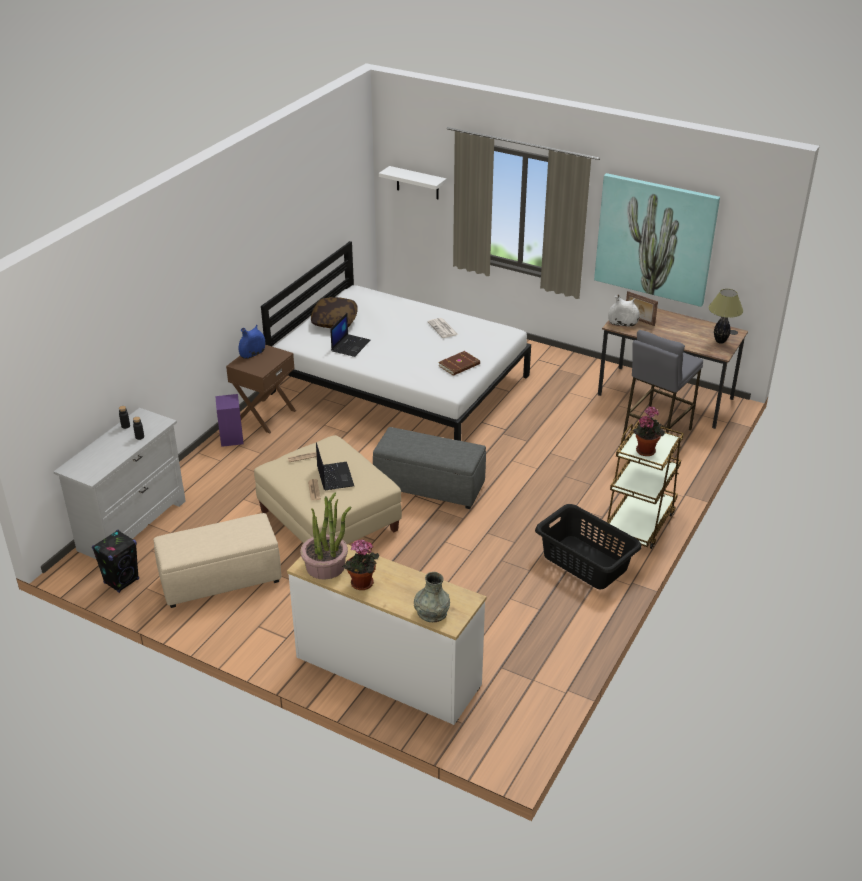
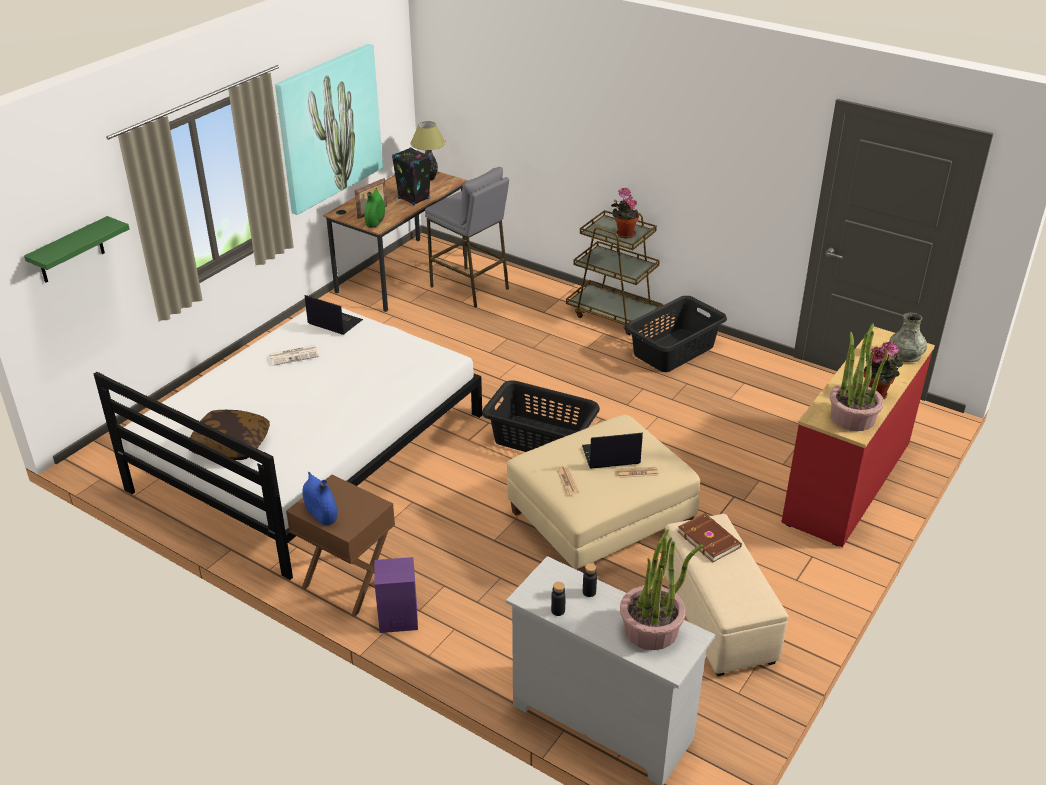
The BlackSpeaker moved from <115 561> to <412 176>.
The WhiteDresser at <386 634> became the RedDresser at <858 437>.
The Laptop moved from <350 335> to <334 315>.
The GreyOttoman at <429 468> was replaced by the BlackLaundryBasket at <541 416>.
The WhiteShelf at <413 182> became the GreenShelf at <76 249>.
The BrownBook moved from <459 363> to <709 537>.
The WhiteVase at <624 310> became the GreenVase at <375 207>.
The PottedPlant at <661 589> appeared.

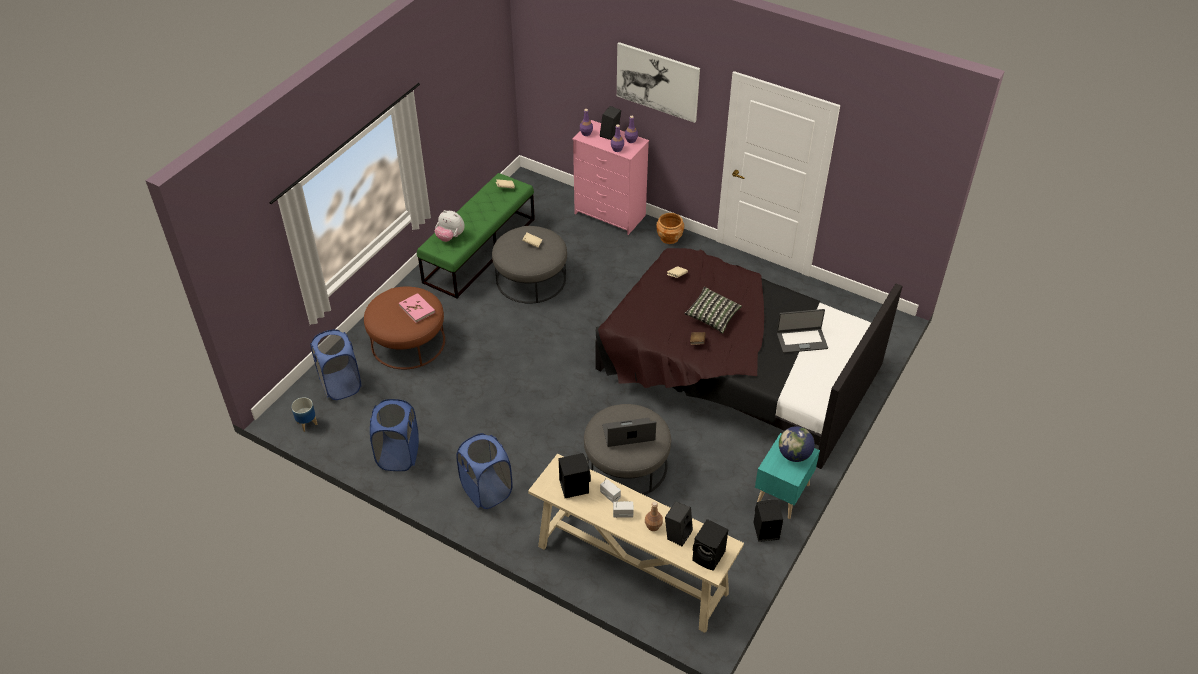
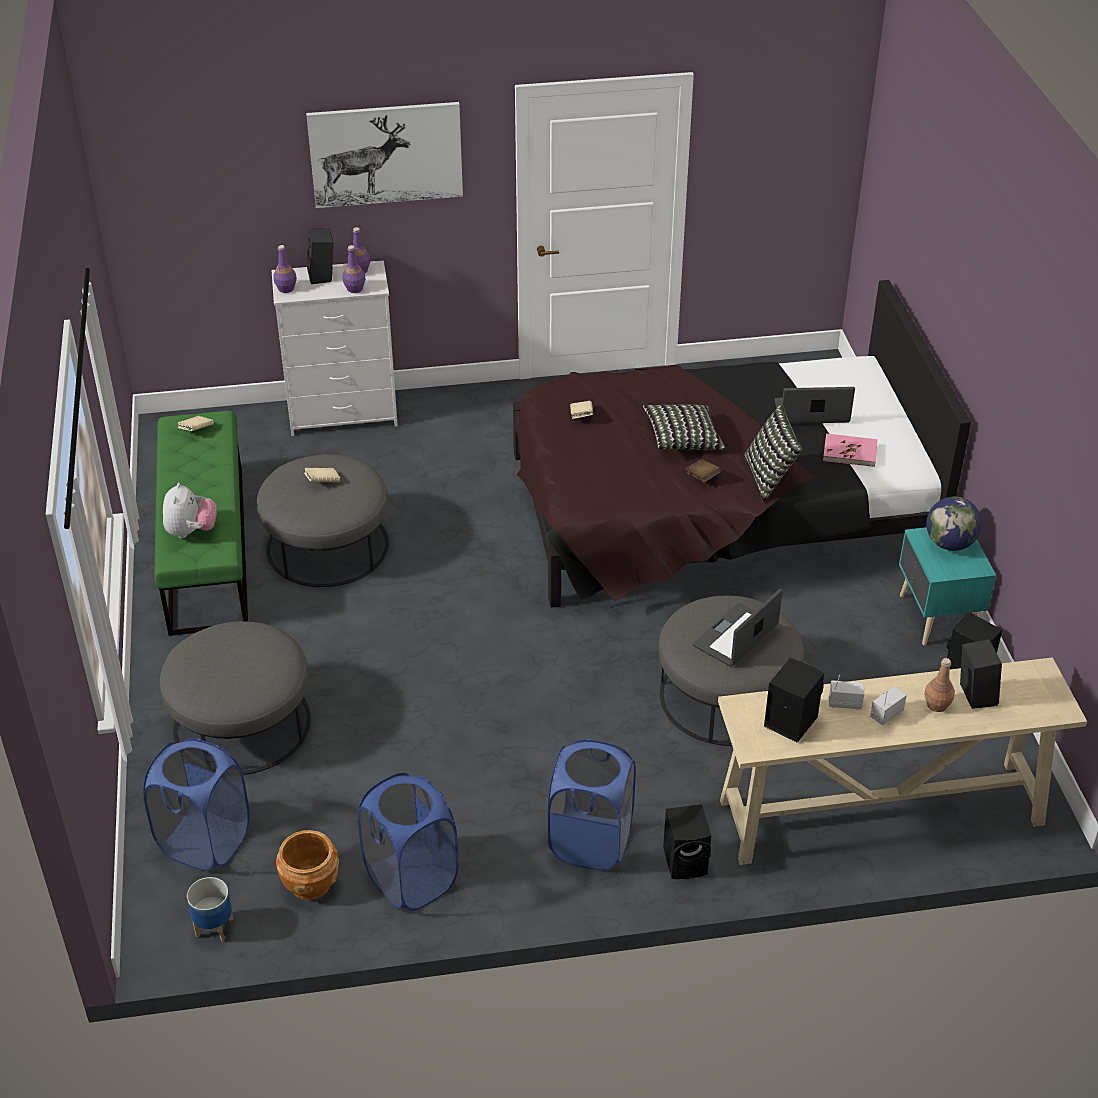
The BrownOttoman at <404 328> became the GreyOttoman at <235 698>.
The PinkBook moved from <417 308> to <850 450>.
The PlushToy at <450 226> turned 75 degrees counterclockwise.
The PinkDresser at <610 177> became the WhiteDresser at <334 348>.
The BrownPlanter moved from <670 228> to <307 865>.
The BlackSpeaker moved from <710 545> to <687 841>.
The Laptop at <802 331> turned 135 degrees counterclockwise.
The Pillow at <773 453> appeared.

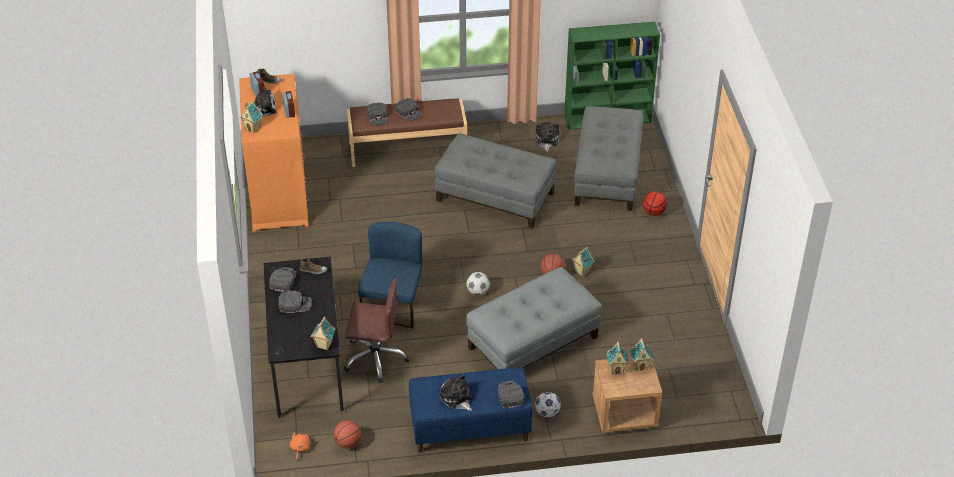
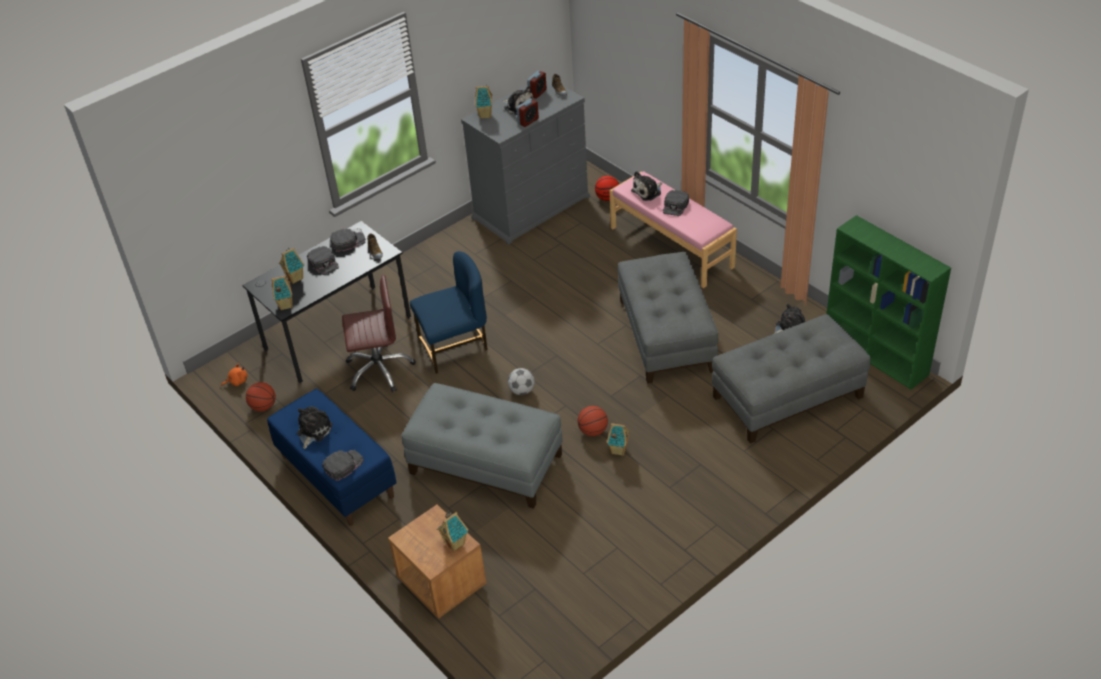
The OrangeDresser at <274 153> became the GreyDresser at <525 160>.
The BrownOfficeChair at <377 330> turned 75 degrees counterclockwise.
The BrownBench at <407 132> became the PinkBench at <673 229>.
The BlackCap at <377 113> was replaced by the PlushToy at <646 186>.
The Football at <548 404> disappeared.
The ToyHouse moved from <618 358> to <291 265>.
The Basketball moved from <655 204> to <607 188>.

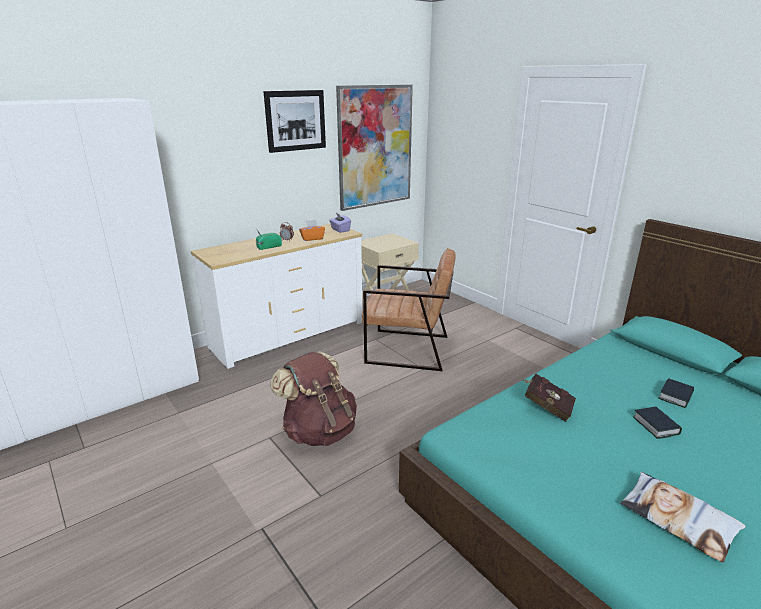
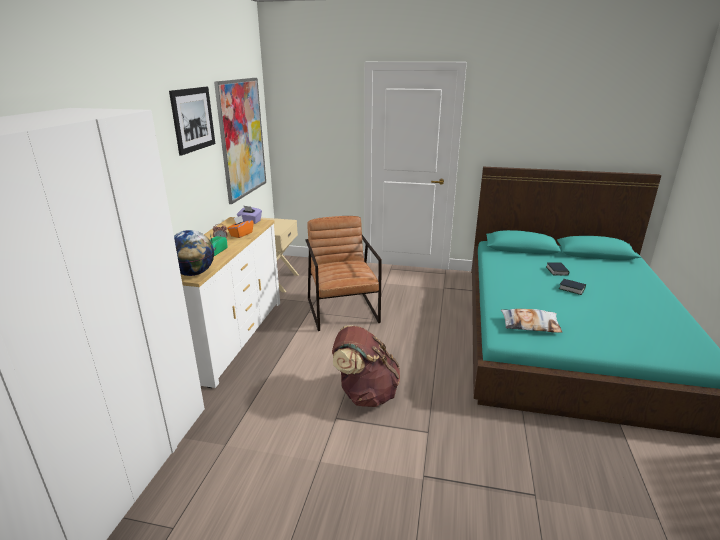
The BrownArmchair at <409 309> turned 75 degrees counterclockwise.
The RedBook at <549 398> disappeared.
The Pillow moved from <683 517> to <531 321>.
The Globe at <194 253> appeared.

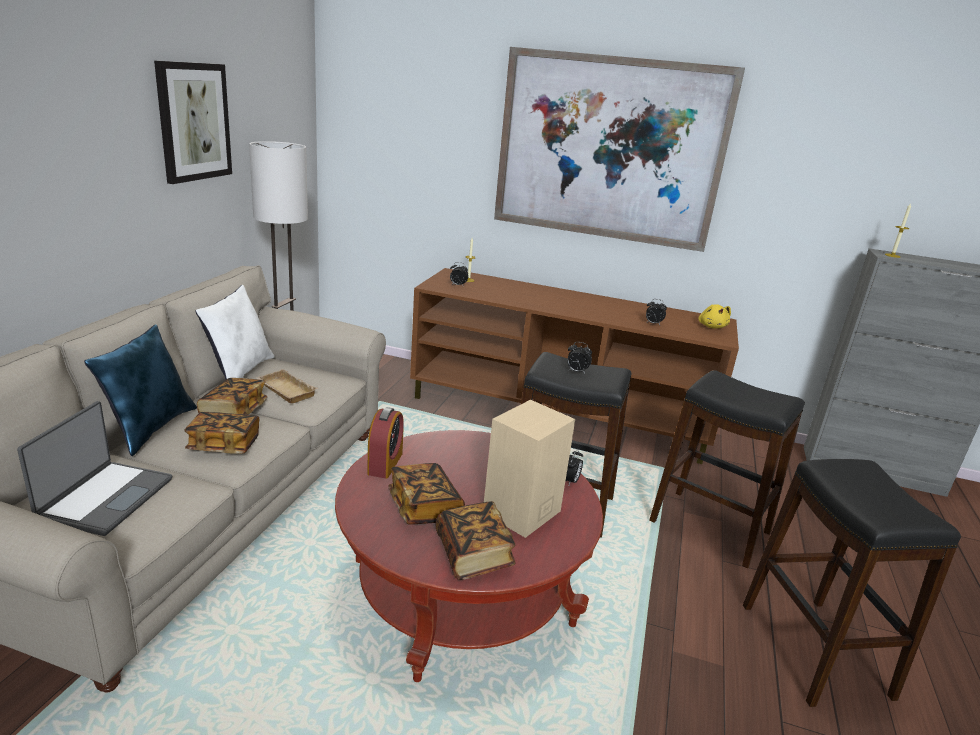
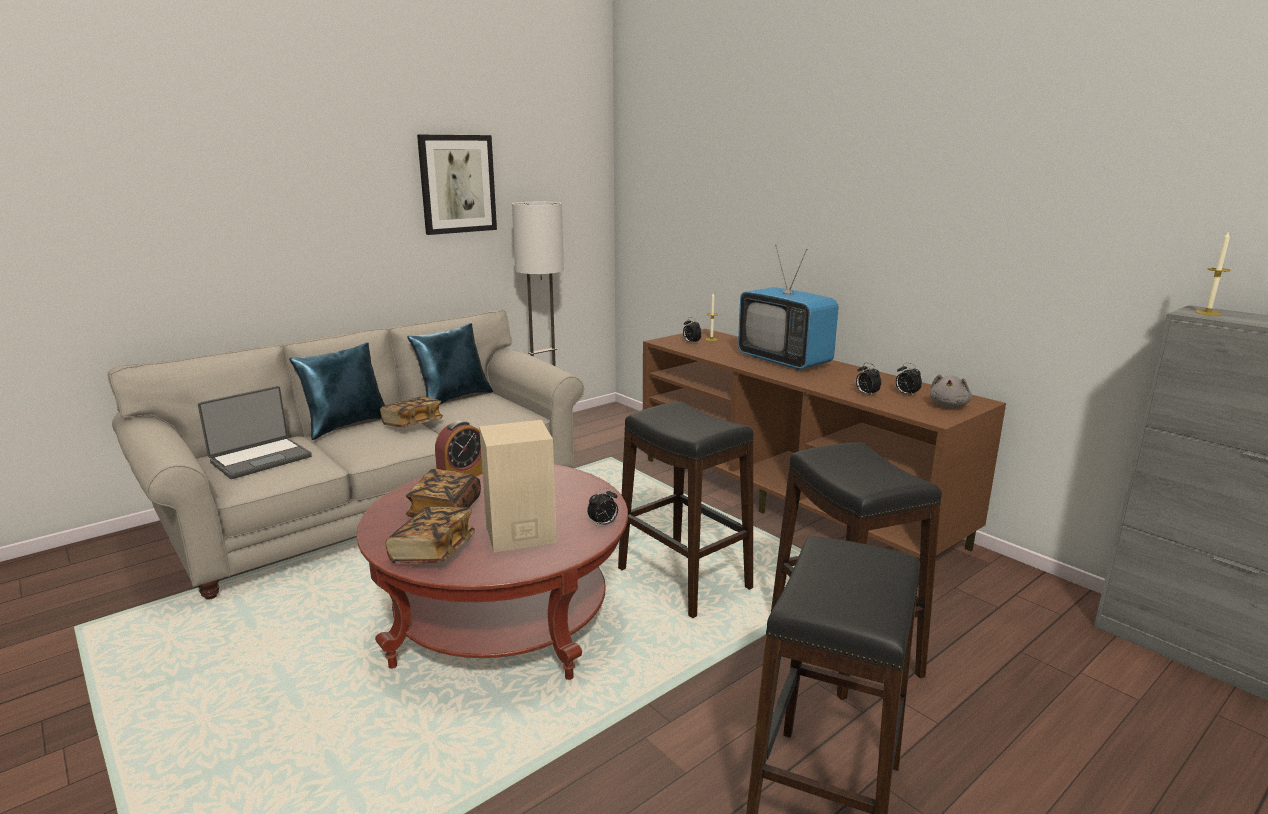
The Book at <222 433> disappeared.
The WhitePillow at <234 332> became the BluePillow at <450 364>.
The BeigeTray at <287 386> disappeared.
The Picture at <619 149> disappeared.
The AlarmClock moved from <579 358> to <908 379>.
The YellowPlushToy at <714 316> became the GreyPlushToy at <951 390>.
The Television at <788 307> appeared.

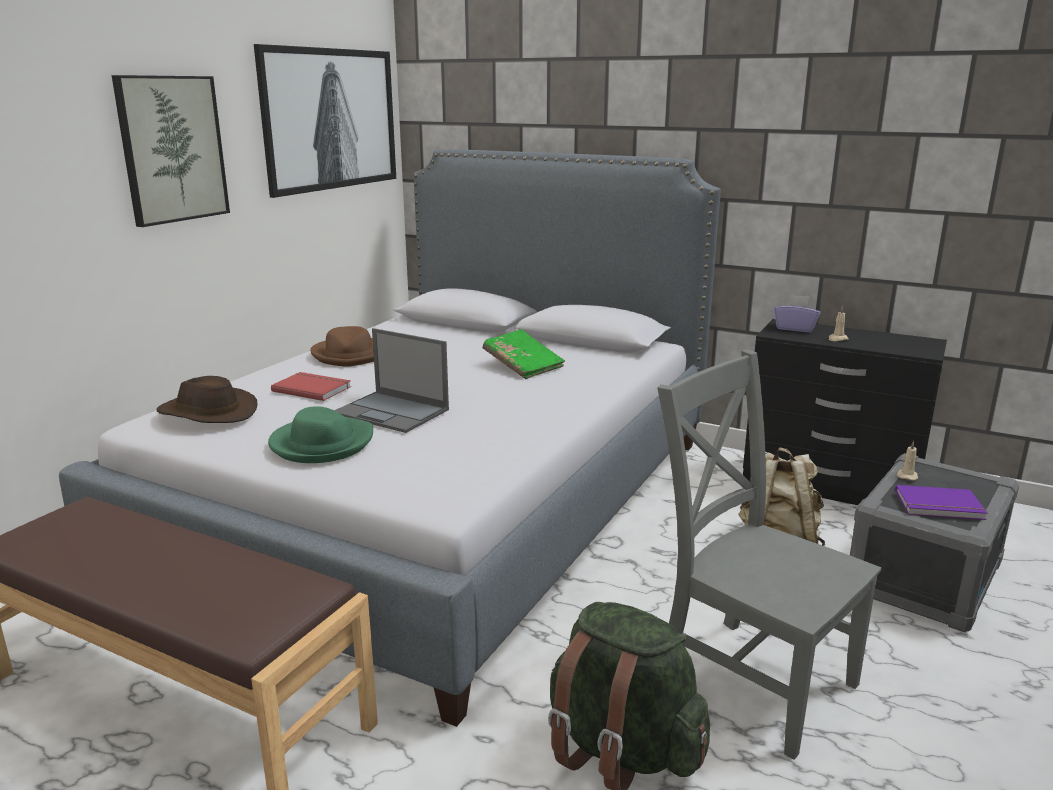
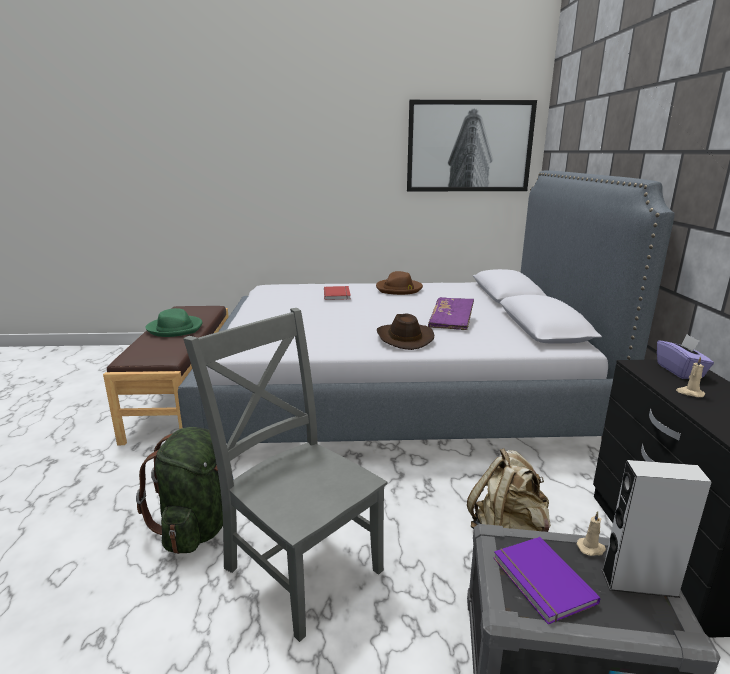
The Picture at <171 151> disappeared.
The BrownHat moved from <207 399> to <405 331>.
The GreenHat moved from <320 434> to <174 322>.
The Laptop at <391 380> disappeared.
The GreenBook at <523 354> became the PurpleBook at <451 313>.
The GreyChair at <769 554> turned 60 degrees counterclockwise.
The GreySpeaker at <657 529> appeared.

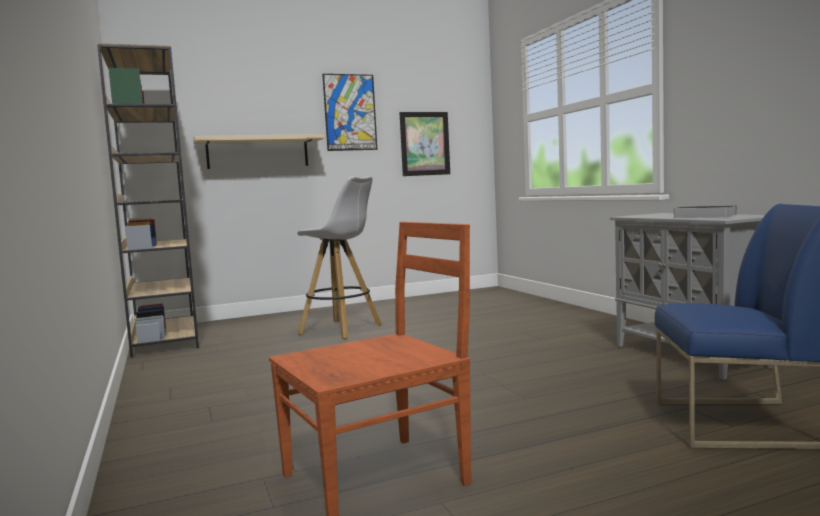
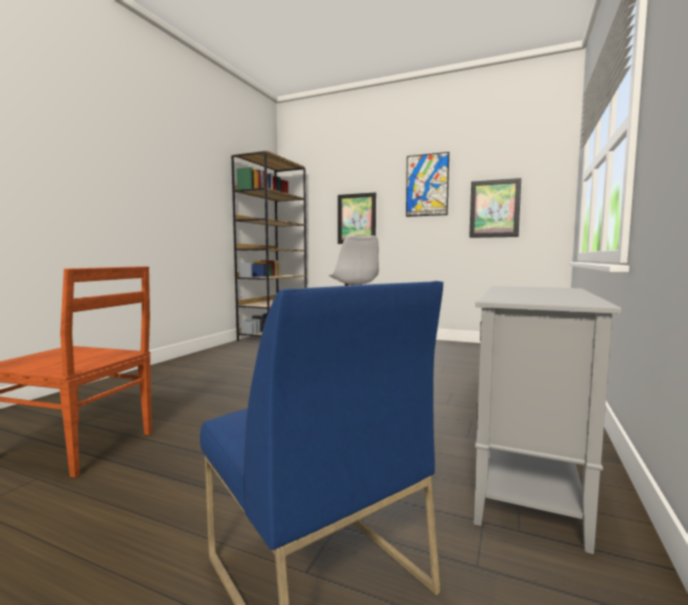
The BeigeShelf at <258 151> was replaced by the Picture at <357 218>.
The Book at <704 212> disappeared.

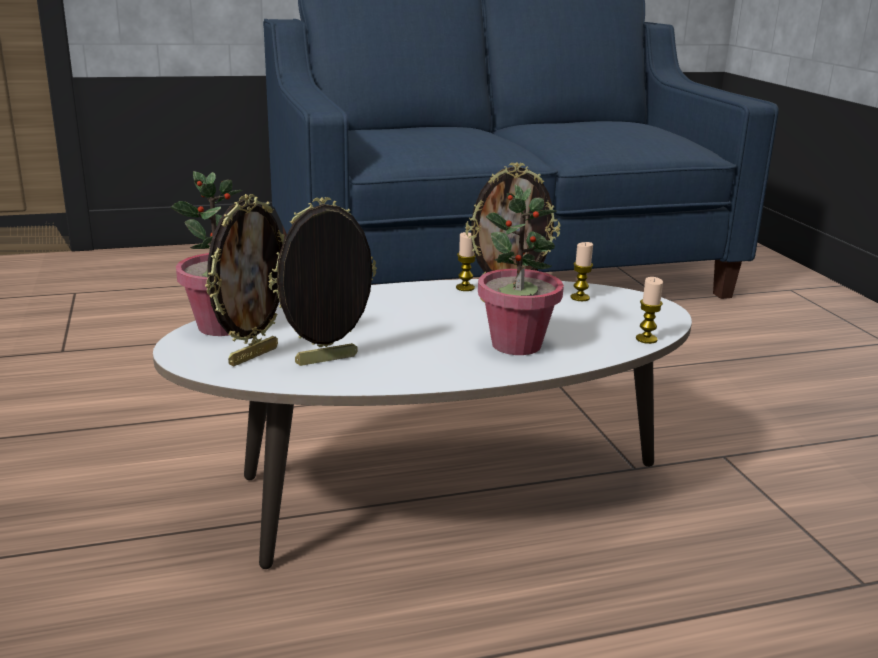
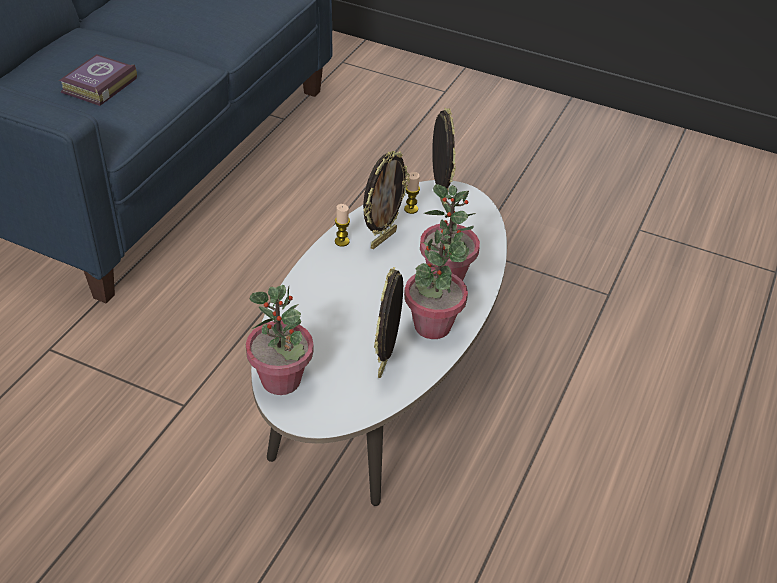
The PictureFrame moved from <245 280> to <444 157>.
The Candle at <649 310> disappeared.
The Book at <98 80> appeared.
The PottedPlant at <436 284> appeared.

